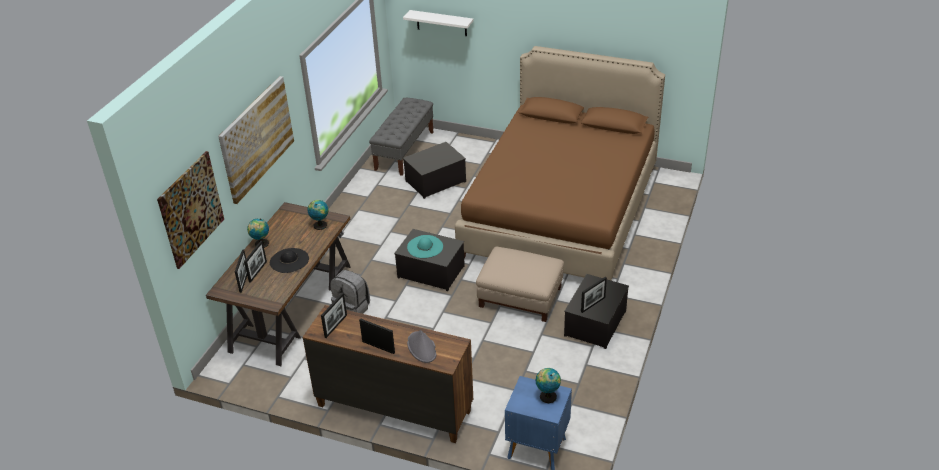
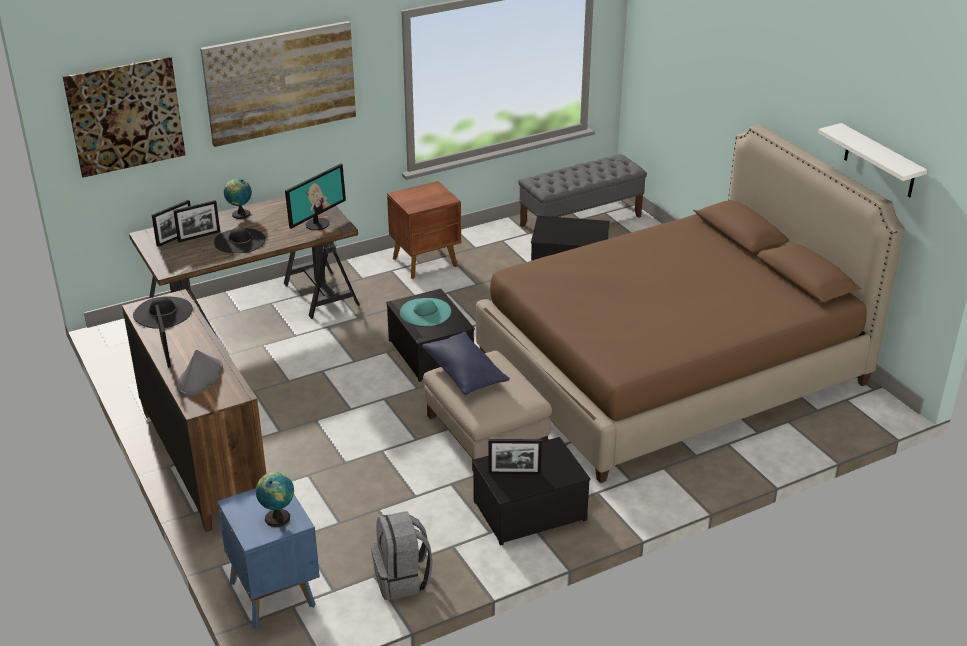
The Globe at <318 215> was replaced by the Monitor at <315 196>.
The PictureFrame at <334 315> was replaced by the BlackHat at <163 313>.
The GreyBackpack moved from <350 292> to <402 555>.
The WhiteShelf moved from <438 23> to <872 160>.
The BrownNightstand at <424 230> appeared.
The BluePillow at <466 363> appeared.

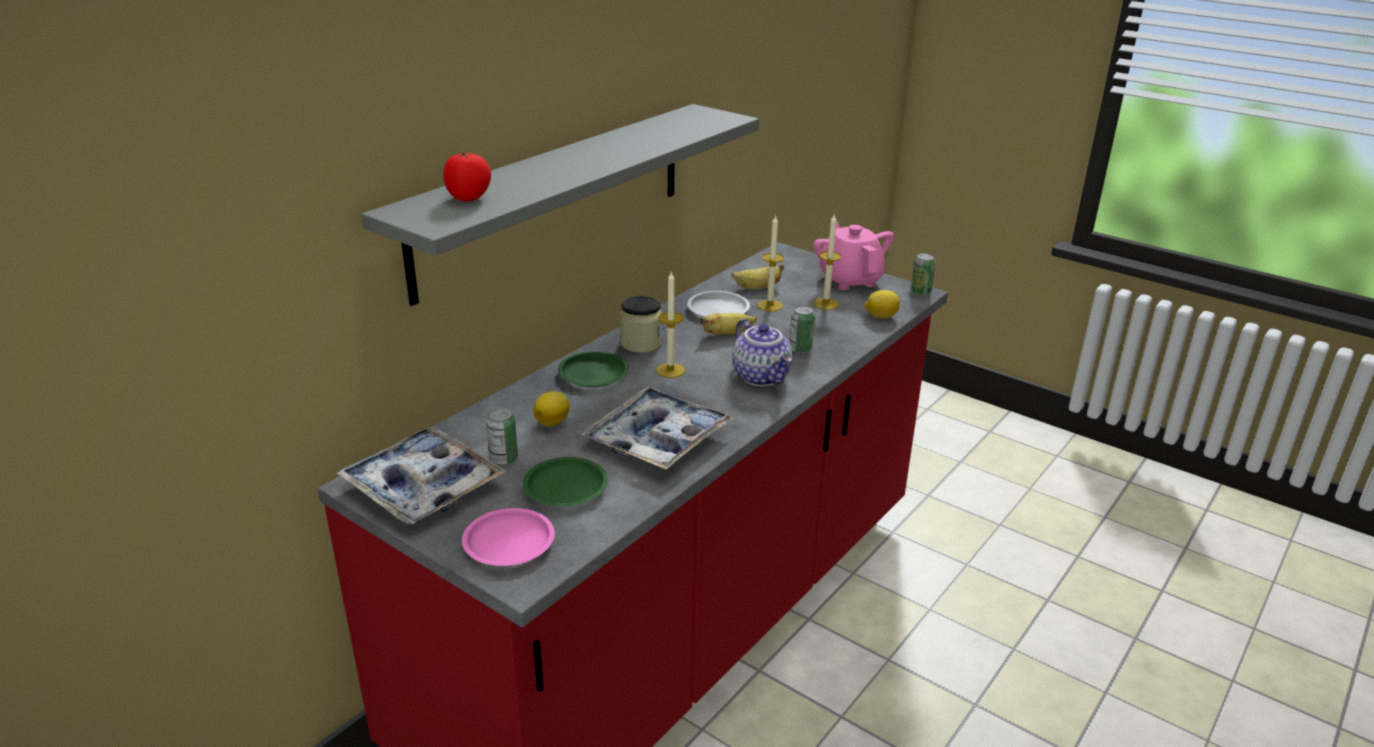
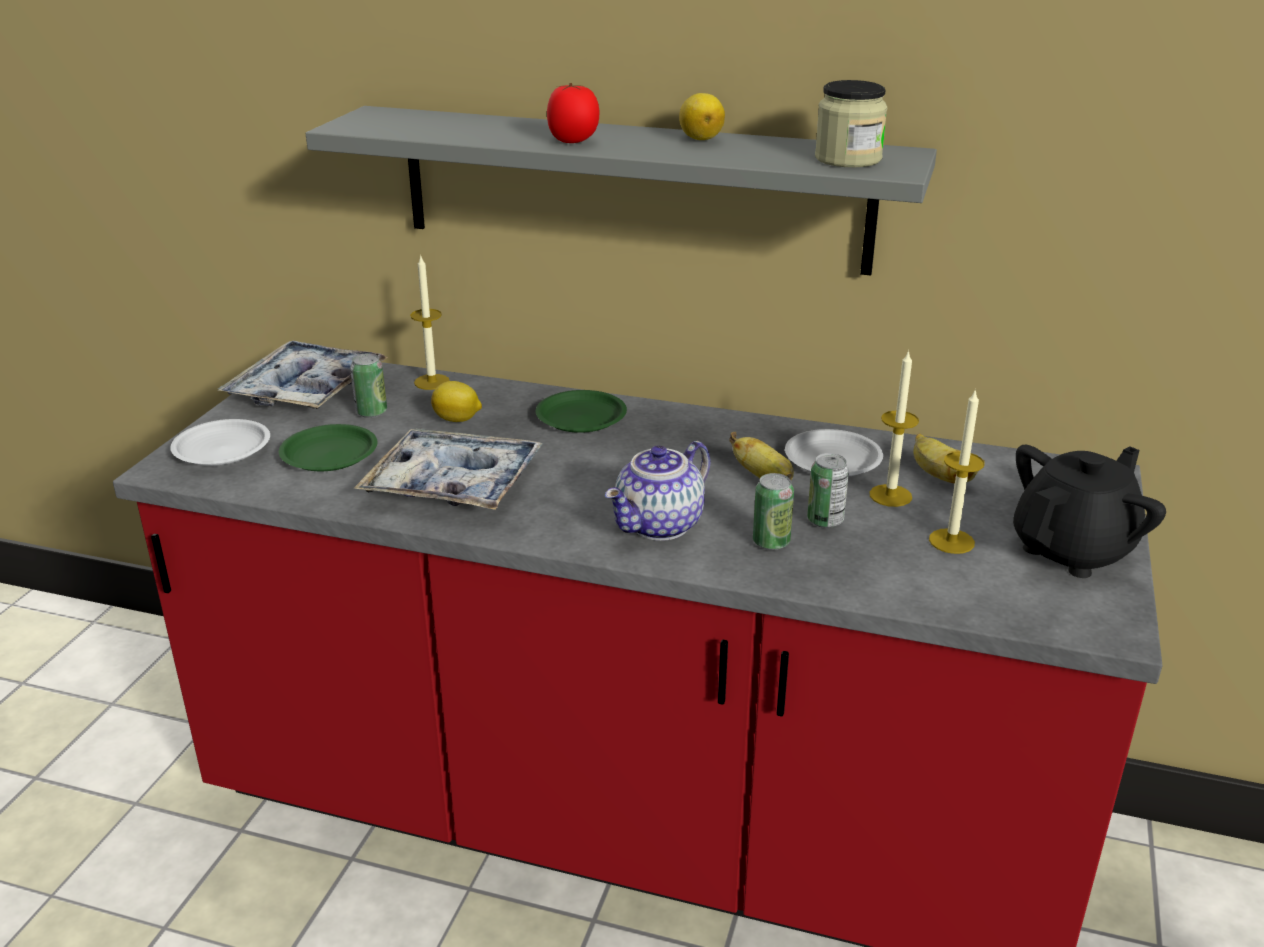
The Tomato moved from <467 176> to <573 113>.
The PinkPlate at <508 537> became the WhitePlate at <220 442>.
The Jar moved from <641 324> to <851 123>.
The Candle moved from <670 324> to <430 322>.
The PinkTeapot at <853 255> became the BlackTeapot at <1089 511>.
The Lemon moved from <882 304> to <702 116>.
The Can moved from <923 274> to <828 490>.

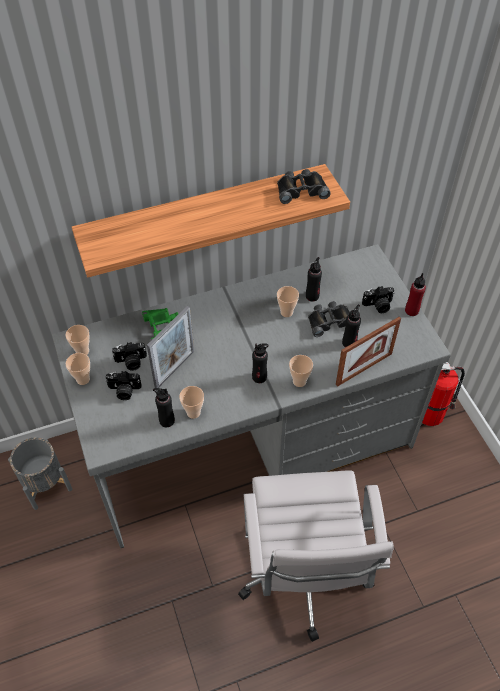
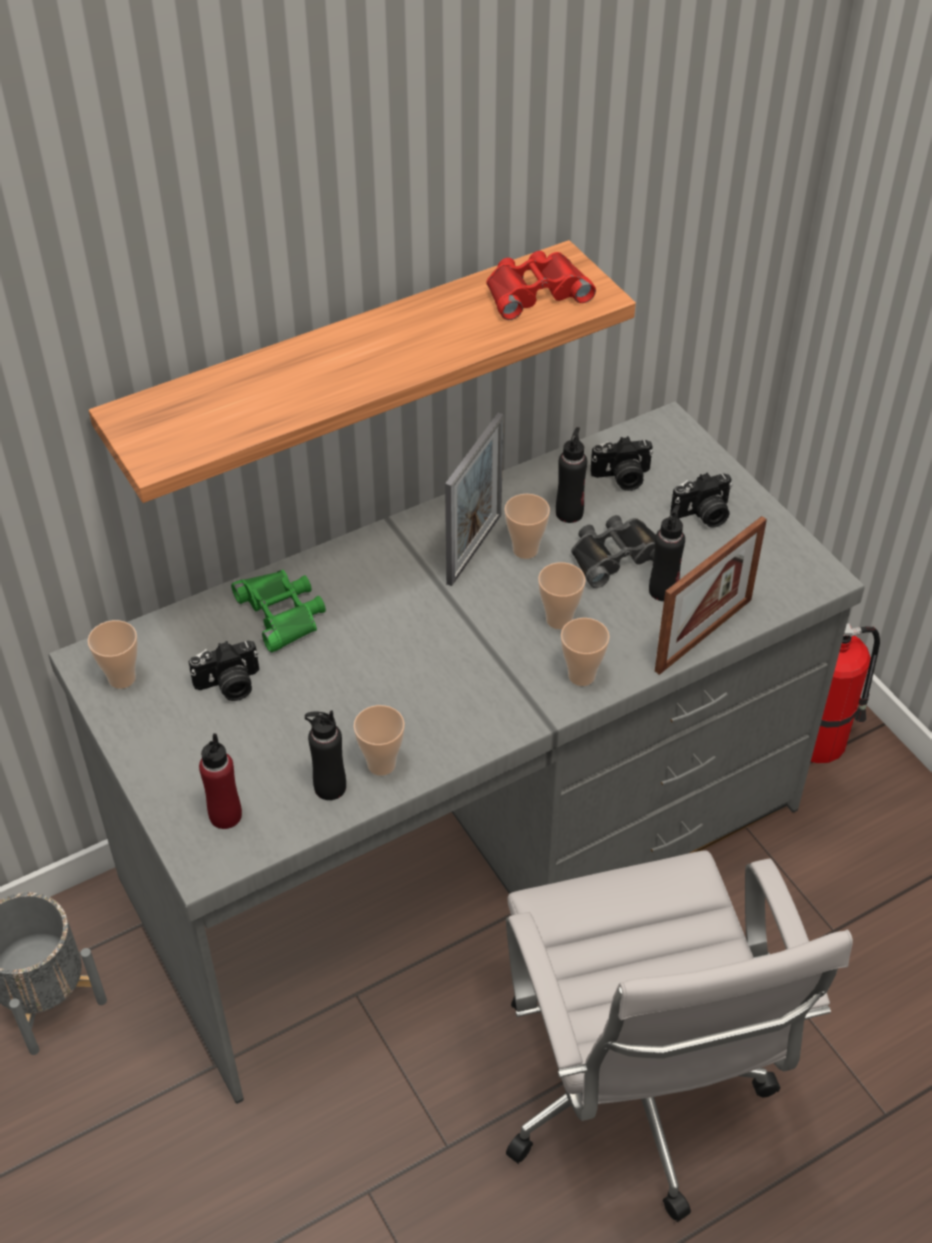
The Cup moved from <78 369> to <562 595>.
The PhotoCamera moved from <123 385> to <621 463>.
The PictureFrame moved from <170 347> to <474 499>.
The BlackBottle at <260 363> disappeared.
The BlackBinoculars at <304 186> became the RedBinoculars at <541 285>.
The RedBottle moved from <415 294> to <220 781>.

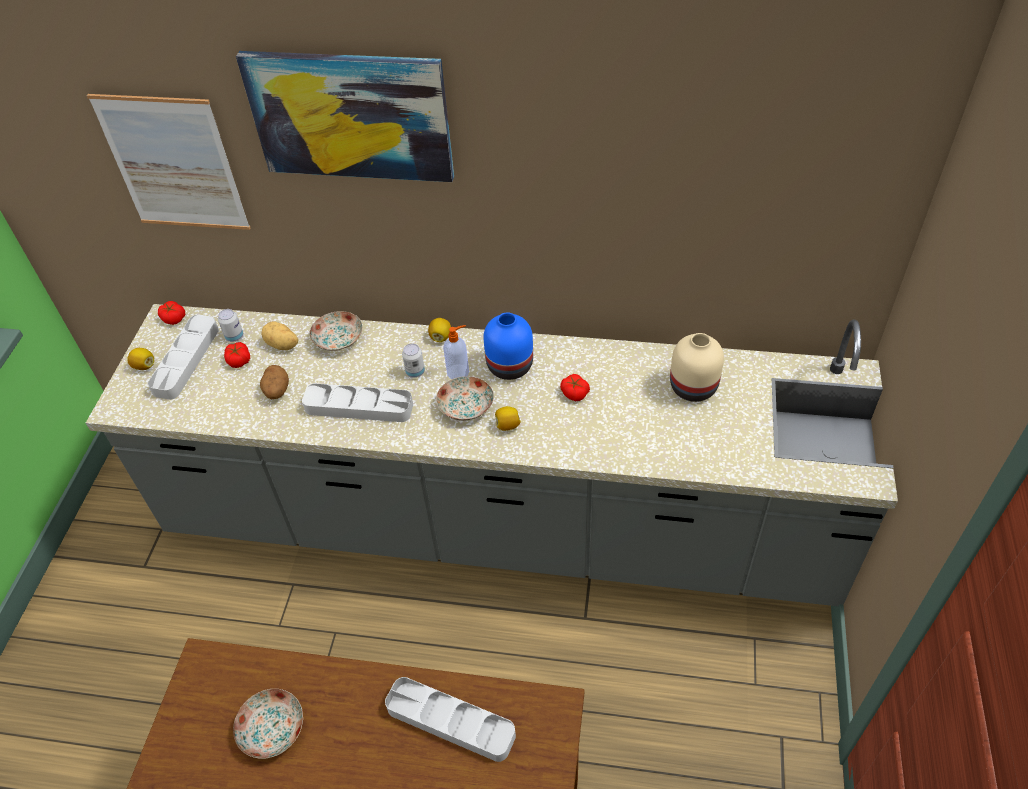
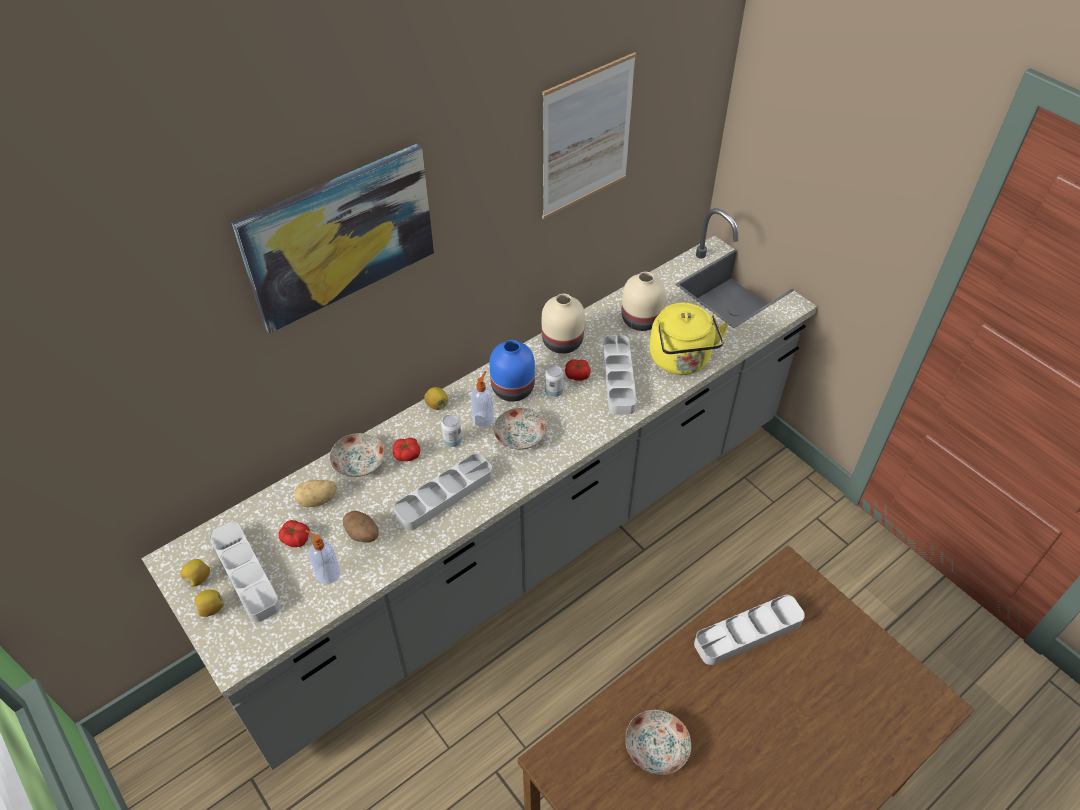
The Picture moved from <168 162> to <589 135>.
The Tomato moved from <171 313> to <406 449>.
The Can moved from <231 325> to <554 381>.
The Lemon moved from <508 418> to <195 573>.
The SoapDispenser at <323 557> appeared.
The BeigeVase at <563 324> appeared.
The GreyTray at <620 375> appeared.
The YellowKettle at <689 339> appeared.

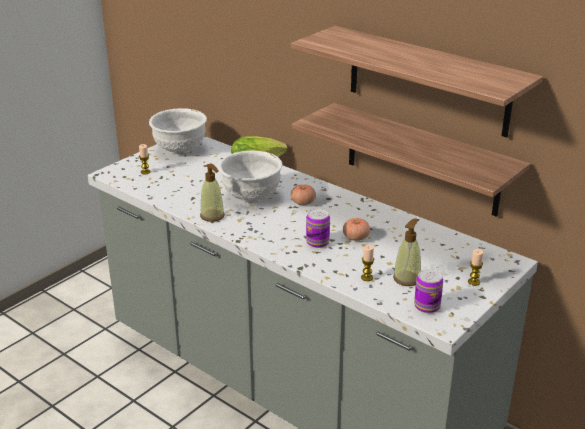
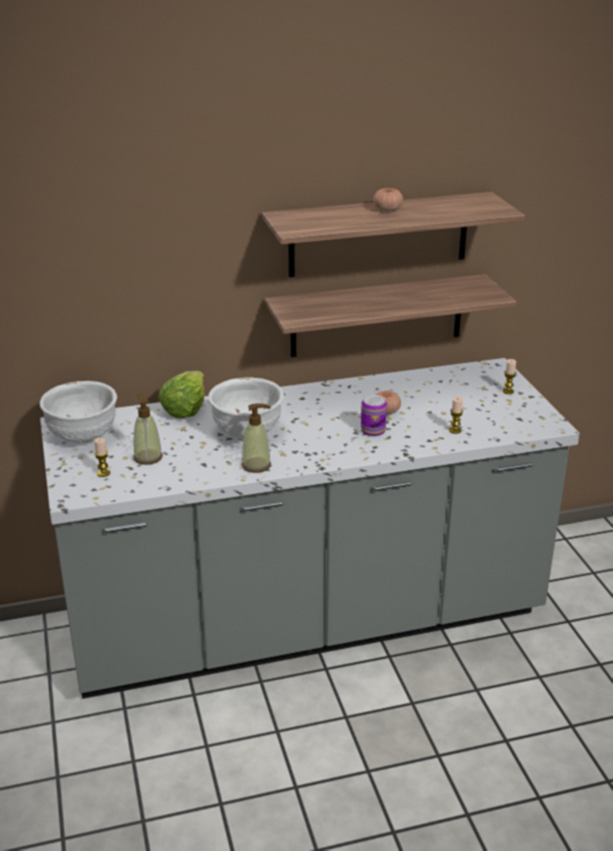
The Tomato moved from <303 194> to <388 200>.
The SoapDispenser moved from <407 252> to <148 429>.
The Can at <428 291> disappeared.

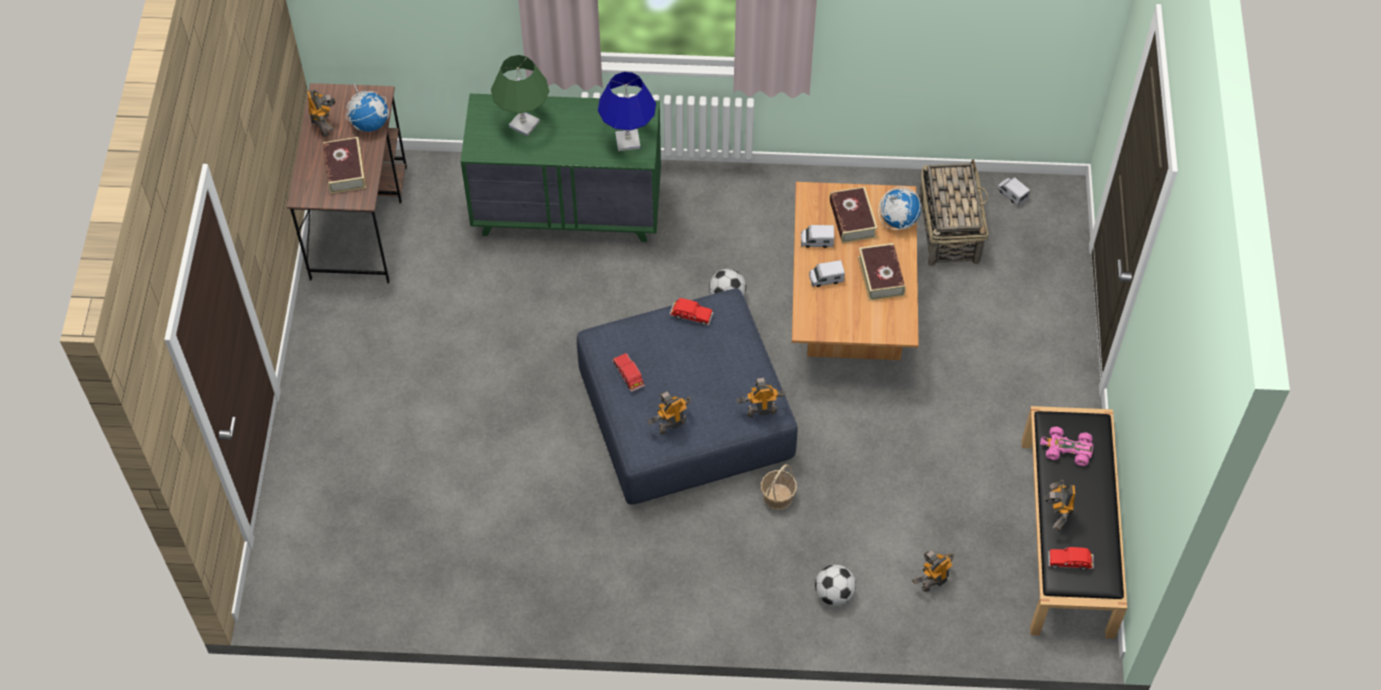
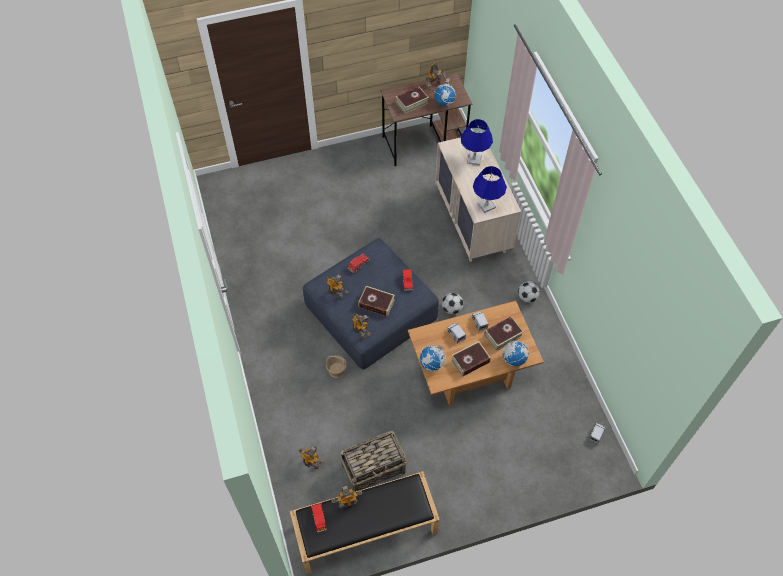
The GreenDresser at <560 168> became the BeigeDresser at <478 197>.
The GreenTableLamp at <520 95> became the BlueTableLamp at <476 142>.
The Football moved from <835 585> to <529 292>.
The Basket moved from <954 212> to <373 461>.
The PinkToyCar at <1066 446> disappeared.
The Book at <376 301> appeared.
The Globe at <433 358> appeared.

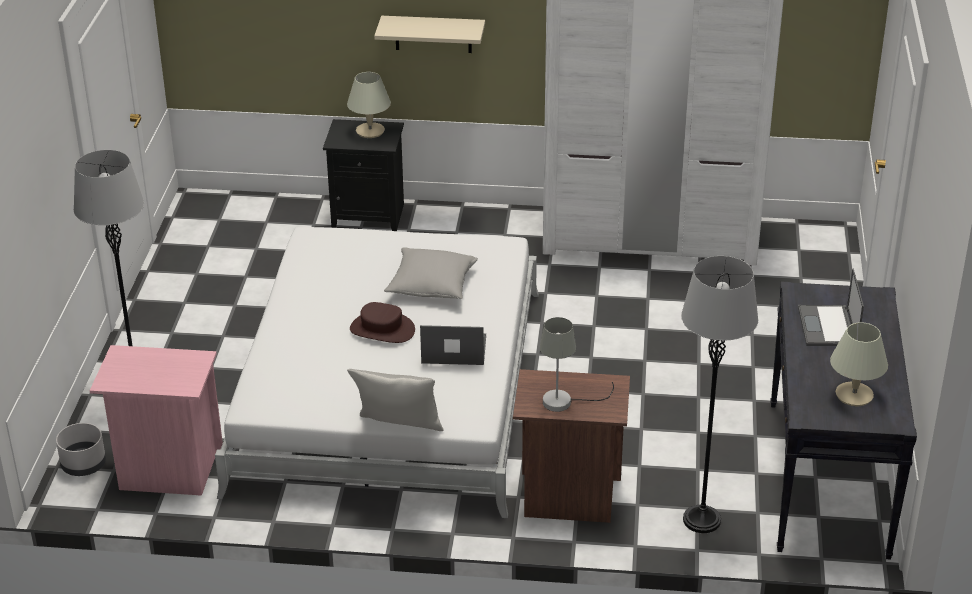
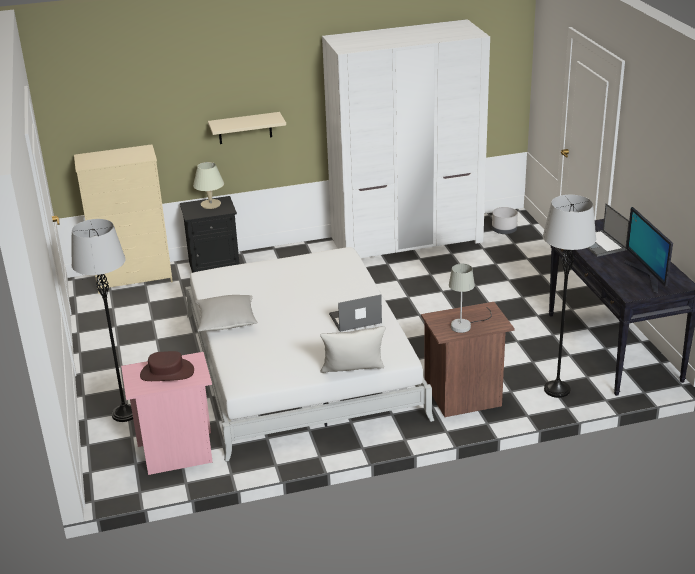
The GreyPlanter moved from <81 449> to <505 220>.
The BrownHat moved from <382 322> to <167 366>.
The GreyPillow moved from <431 273> to <226 313>.
The BeigeTableLamp at <859 364> was replaced by the Monitor at <648 250>.
The BeigeDresser at <123 219> appeared.

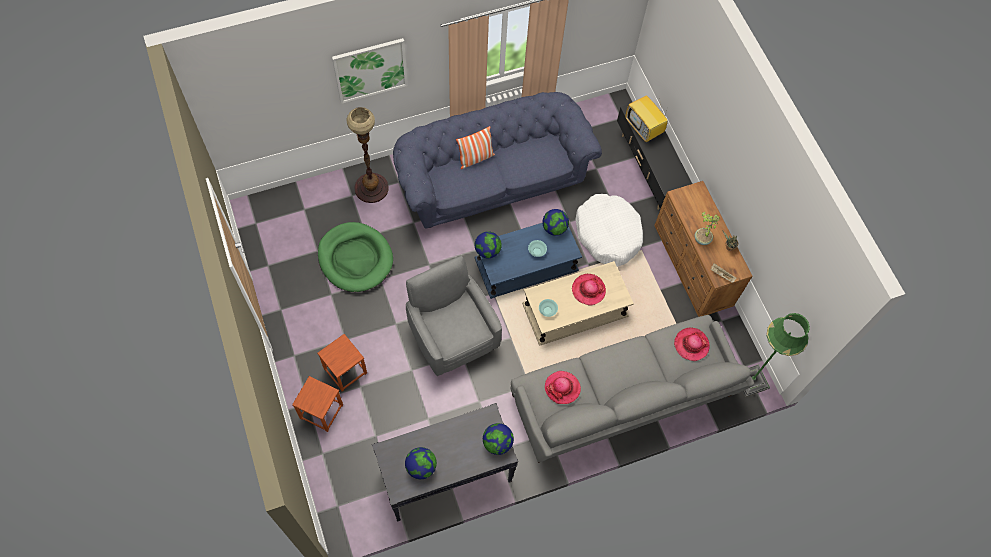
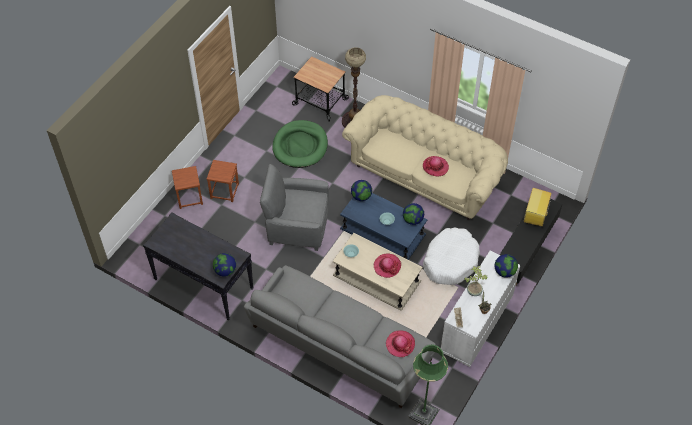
The Picture at <370 71> disappeared.
The BlueSofa at <497 160> became the BeigeSofa at <425 157>.
The Globe moved from <421 463> to <506 266>.
The GreyArmchair at <454 316> turned 105 degrees counterclockwise.
The Pillow at <475 147> disappeared.
The Hat moved from <563 387> to <436 166>.
The BrownDresser at <703 249> became the WhiteDresser at <480 308>.
The Cart at <320 89> appeared.

